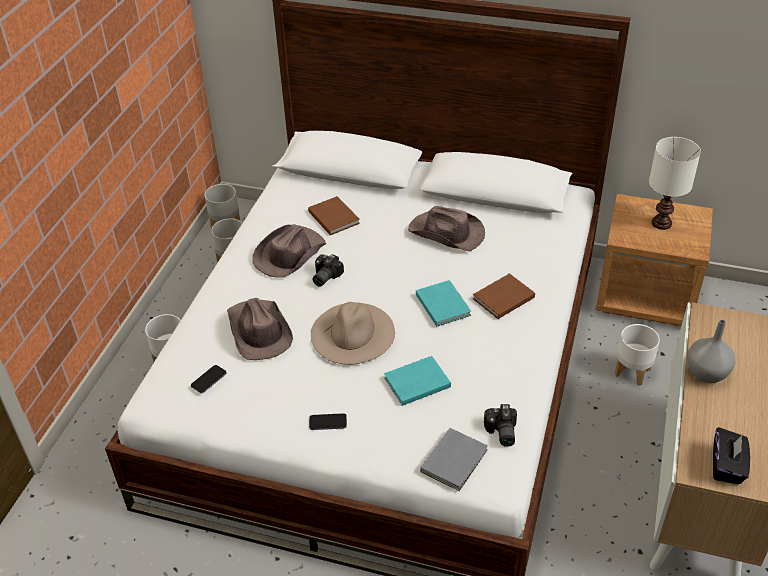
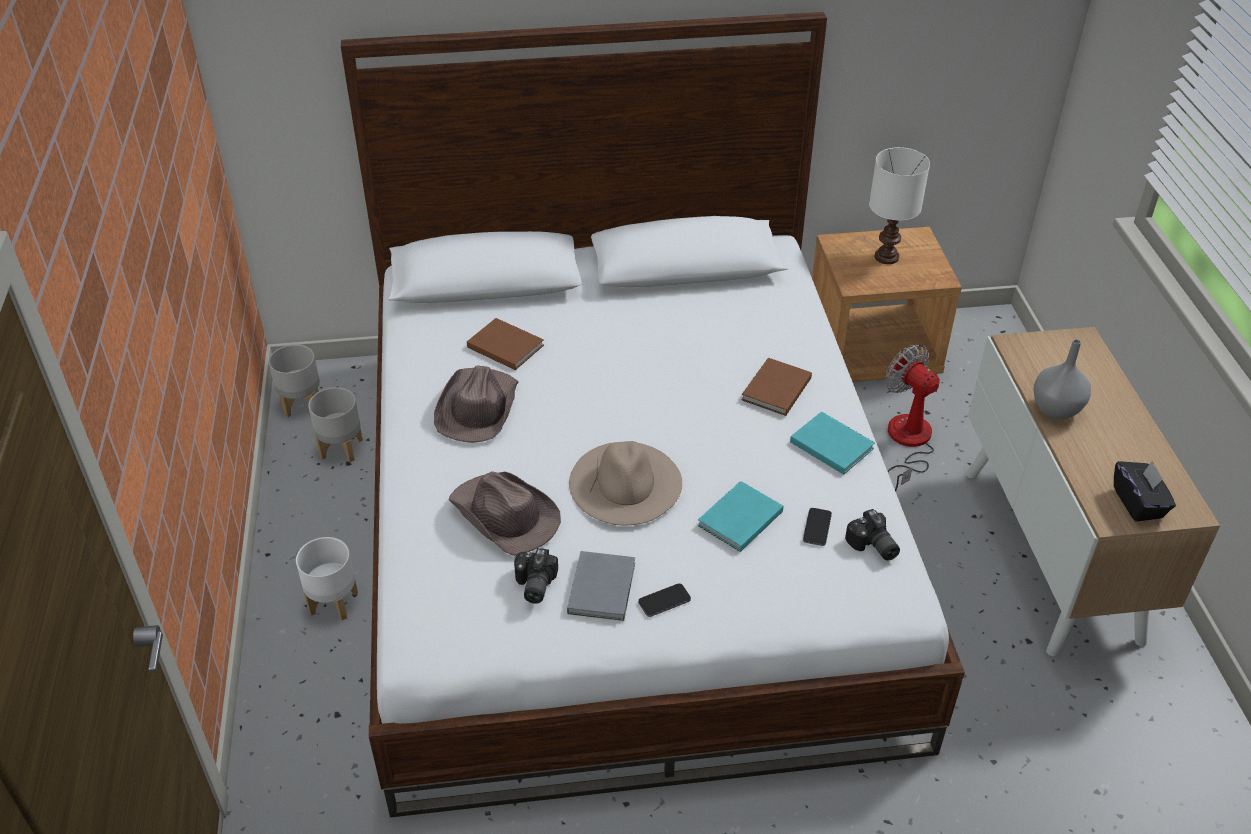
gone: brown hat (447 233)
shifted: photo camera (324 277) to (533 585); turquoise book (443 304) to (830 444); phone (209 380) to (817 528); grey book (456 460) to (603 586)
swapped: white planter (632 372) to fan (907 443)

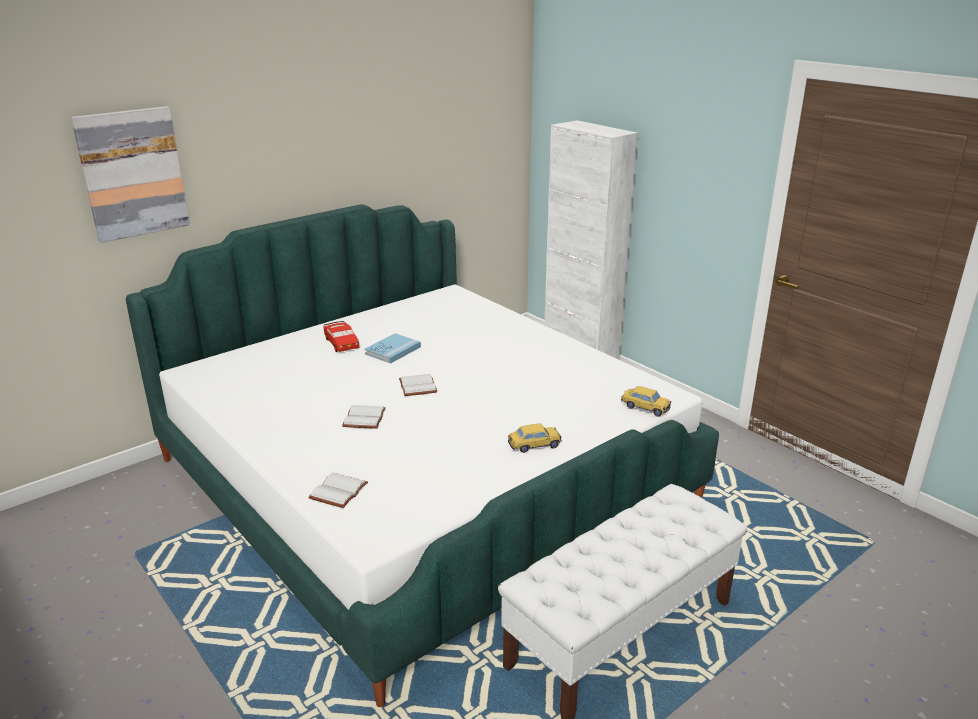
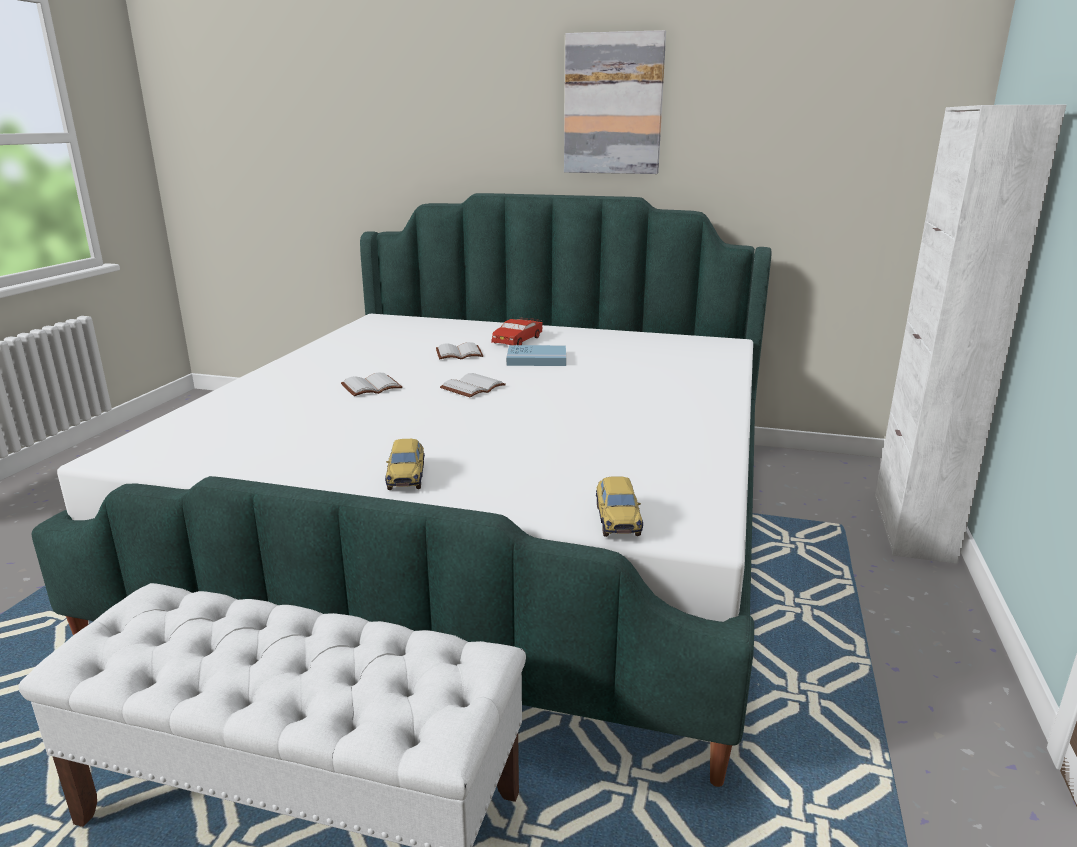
shifted: picture (132 173) to (613 104); white book (339 492) to (458 354)
rotated: toy car (534 445) = (406 476) 45 degrees clockwise

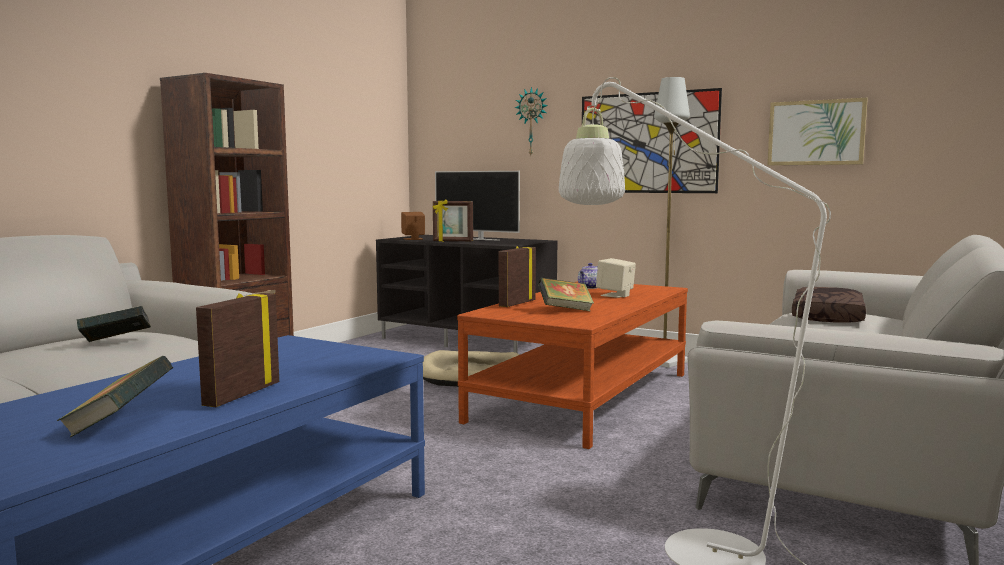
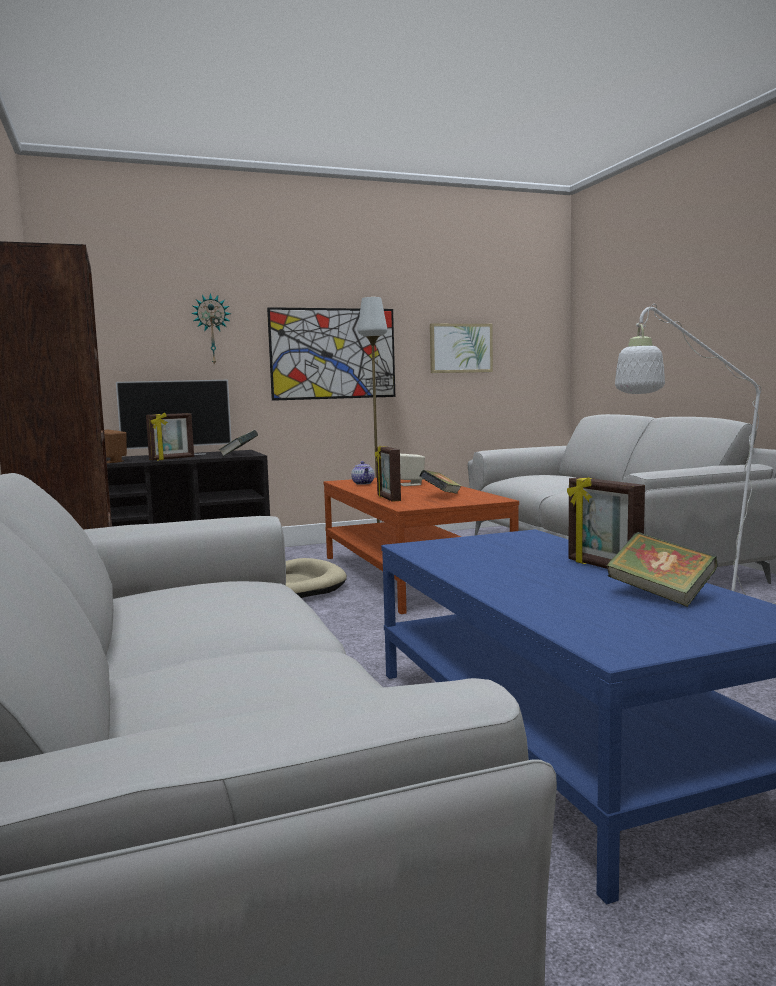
gone: brown pillow (829 317)
shifted: book (116 343) to (239 455)

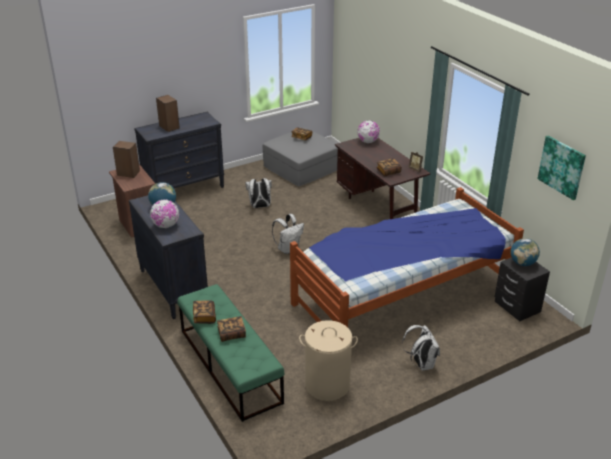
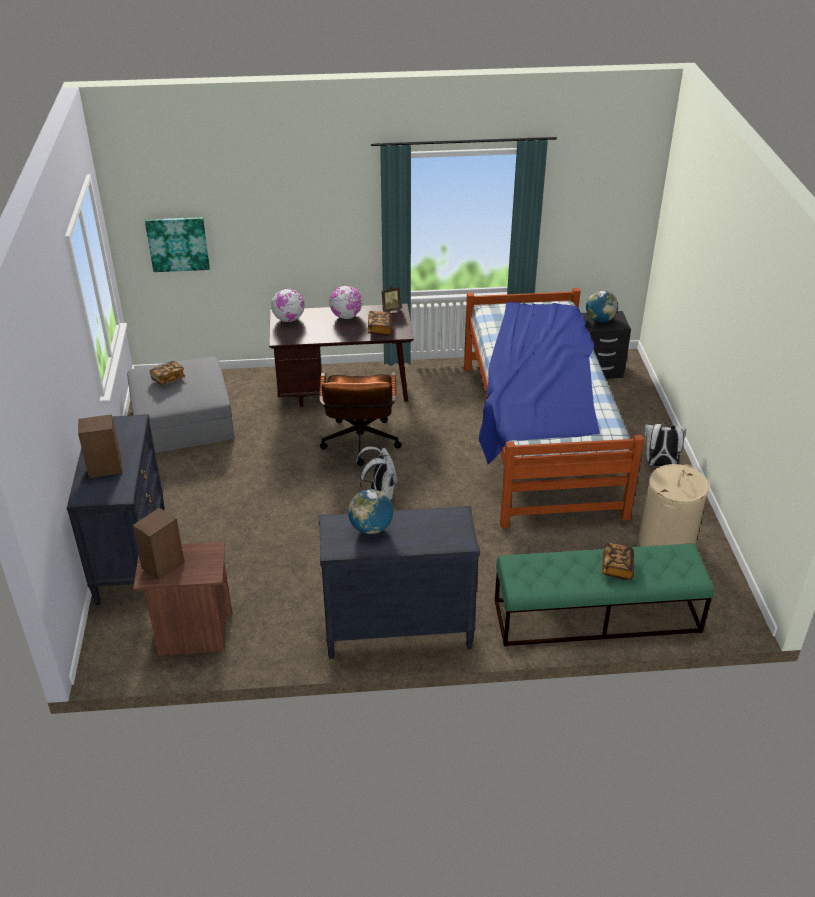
gone: white backpack (260 206); book (204 317)
new: brown office chair (360 446)
shifted: picture (562 167) to (178 244); globe (166 226) to (346 316)

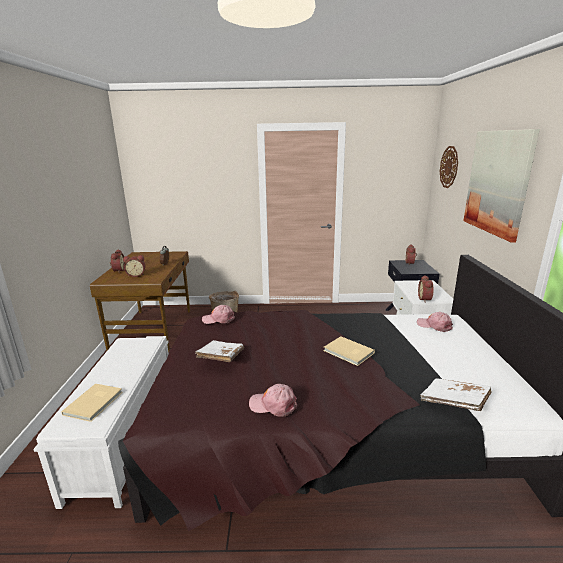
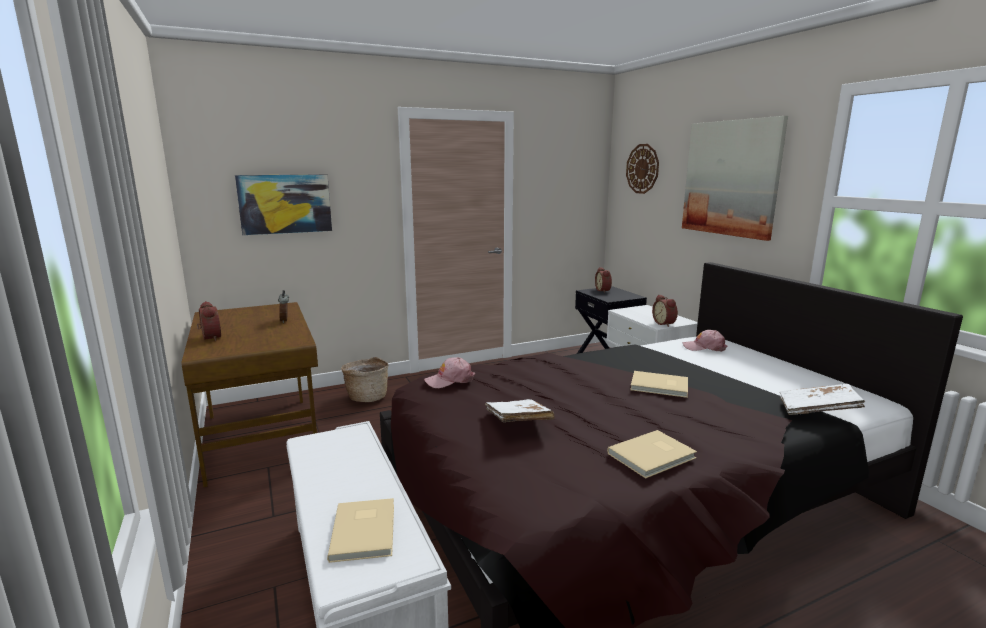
gone: alarm clock (136 275)
new: picture (285 204)
swapped: pink cap (273 405) to beige book (653 456)

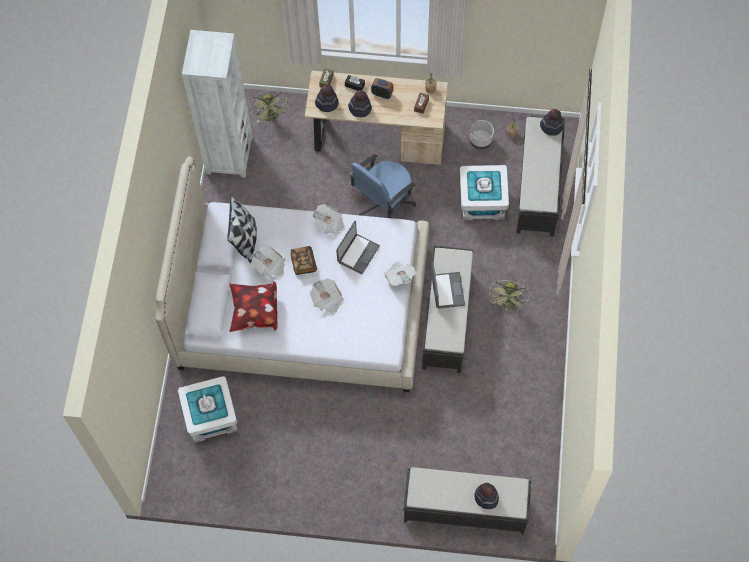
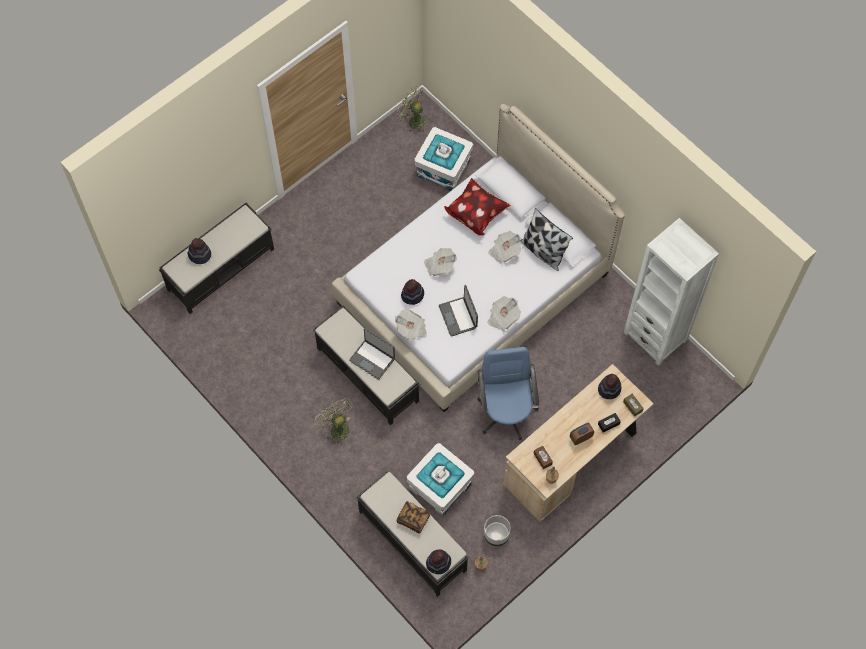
shifted: green fan (271 117) to (412 120); hat (360 108) to (412 295); book (303 263) to (413 519)

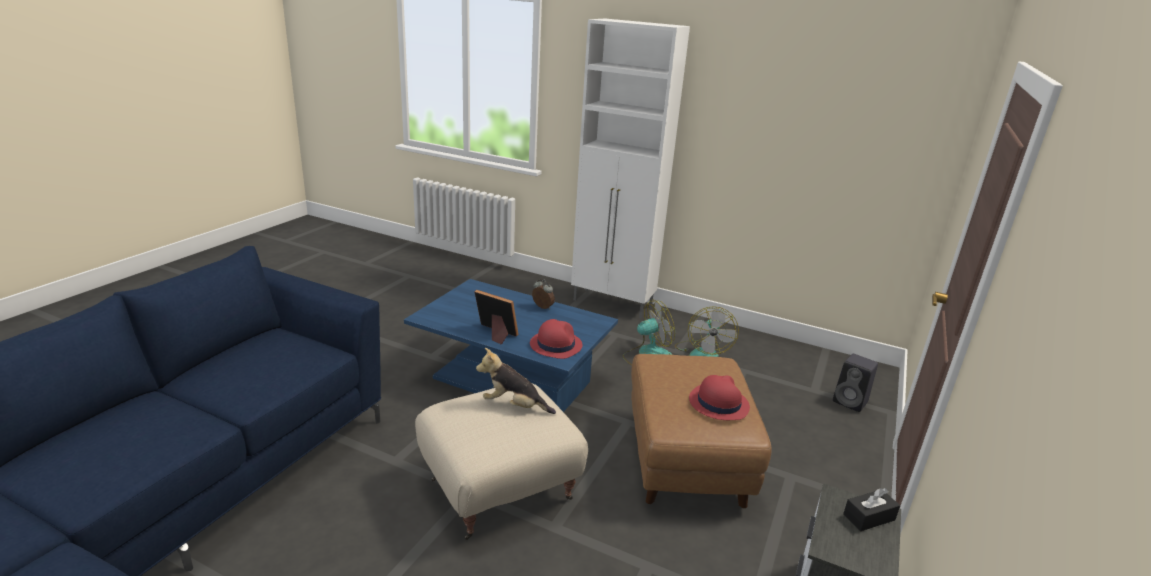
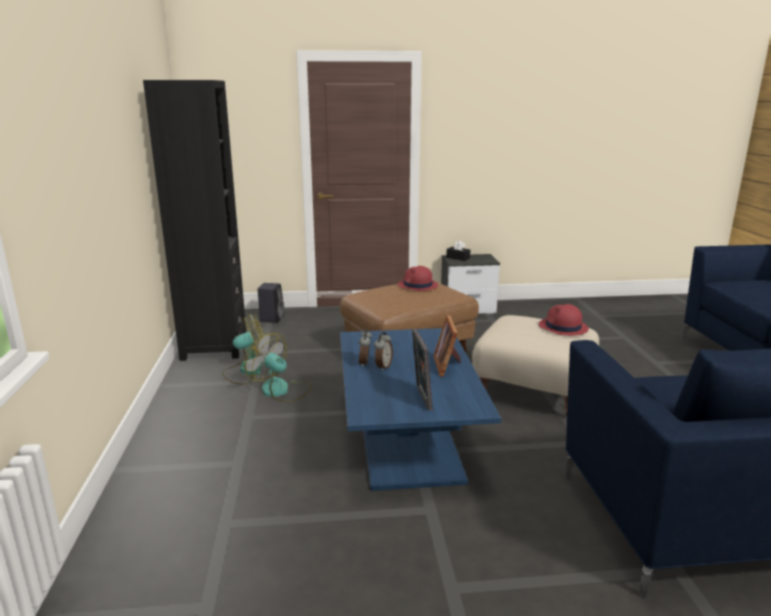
gone: white cabinet (613 304); plush toy (514 406)
new: black bookcase (214 345); picture frame (421 398); alarm clock (383 367)
shifted: red hat (555 345) to (563 327)

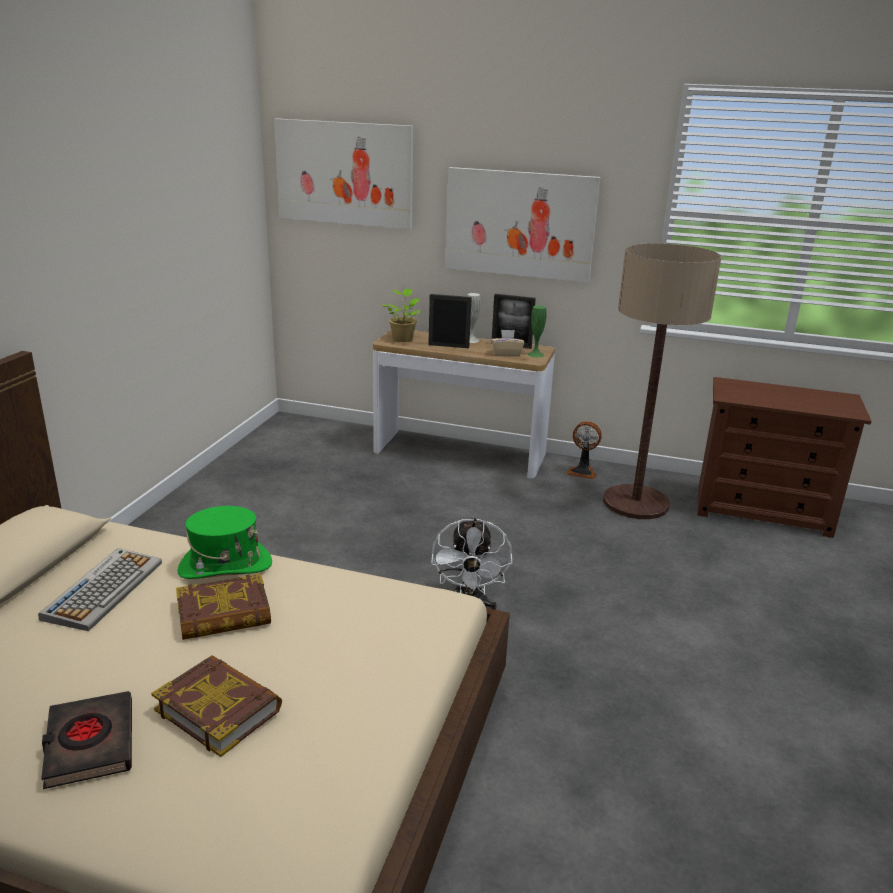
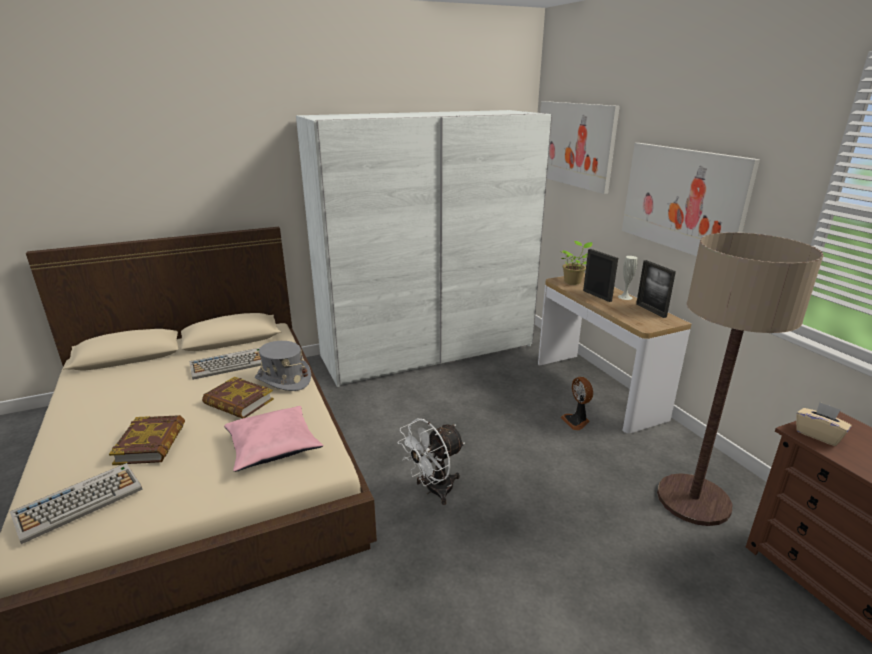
gone: green vase (535 354); black book (89 744)
new: white wardrobe (428 350); pink pillow (273 446); keyboard (80 501)
shifted: beige tissue box (506 354) to (818 435); fan (582 472) to (576 421)
repainted: green hat (225 566) to grey hat (283 380)

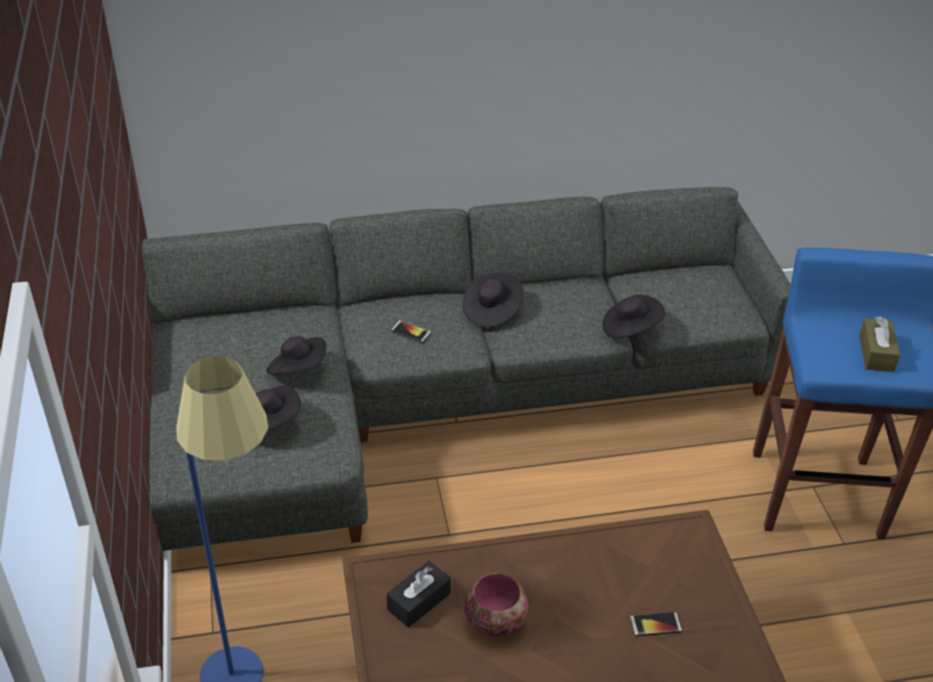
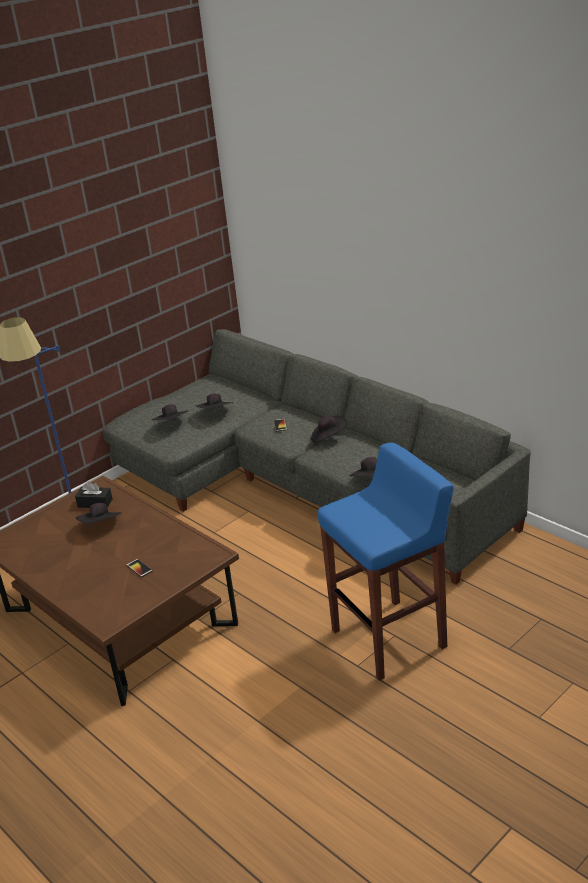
gone: brown tissue box (876 353)
swapped: bowl (495 620) to black hat (101 526)

